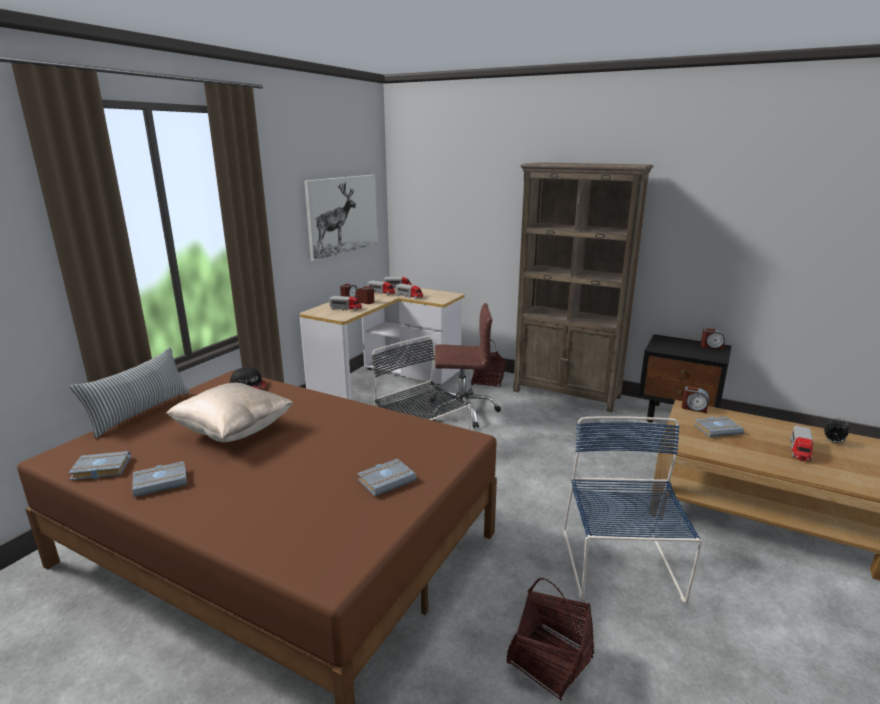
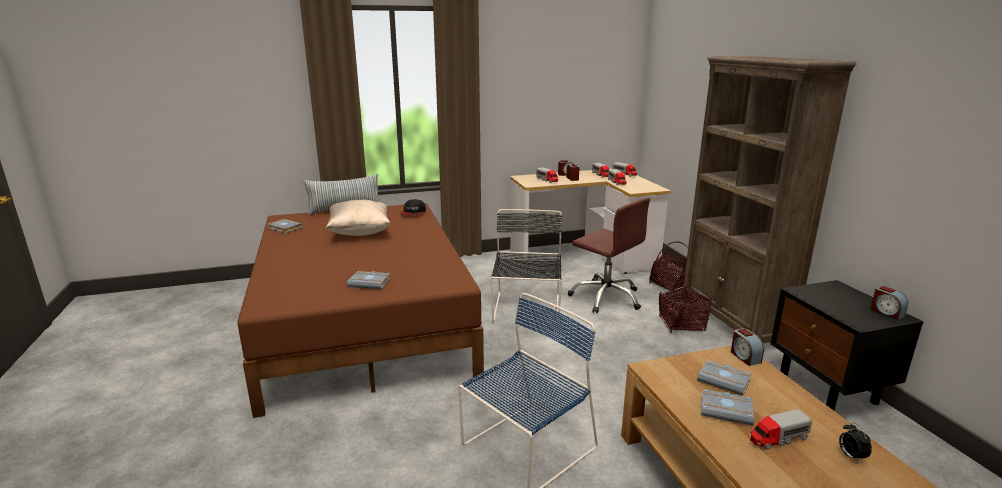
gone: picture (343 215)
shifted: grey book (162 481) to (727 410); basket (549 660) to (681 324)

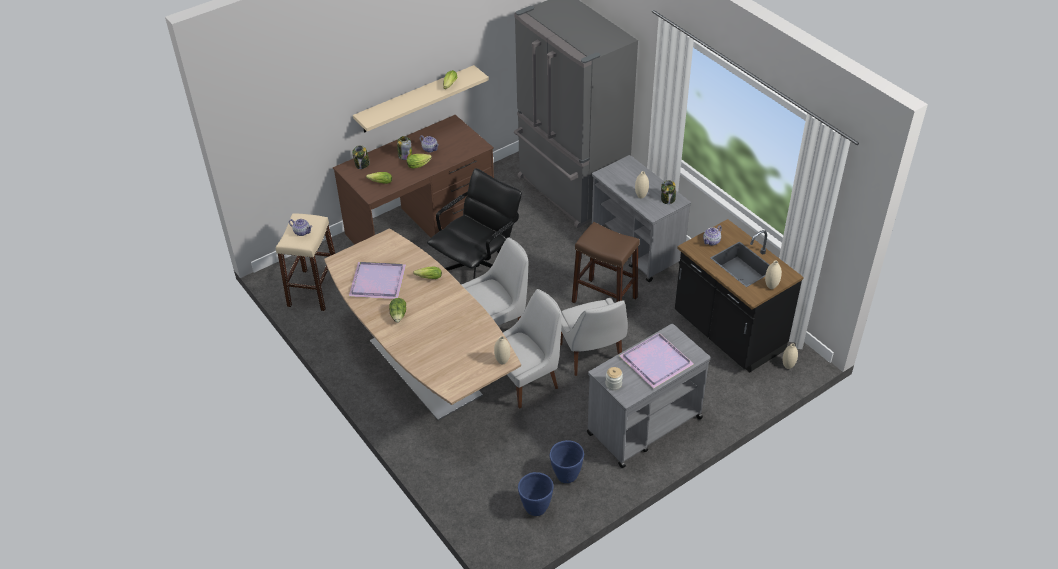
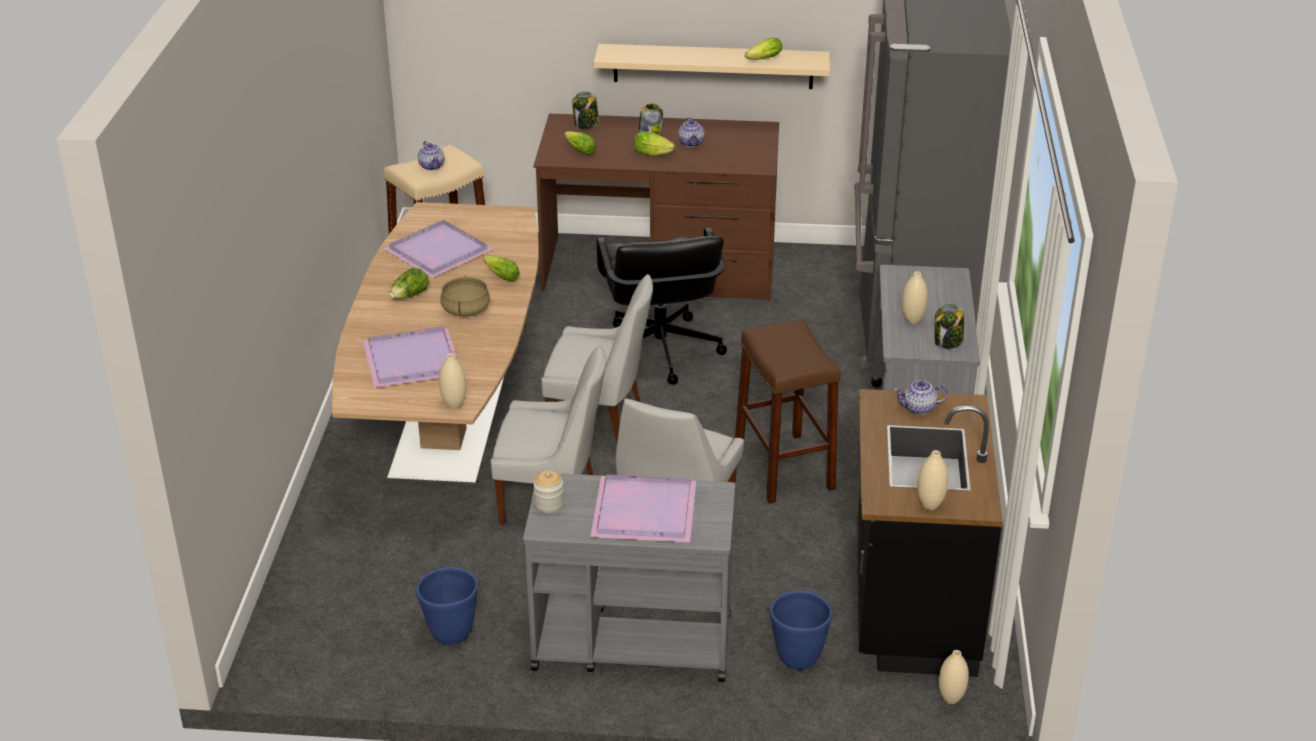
new: beige cooking pot (465 310); purple tray (414 361)
shifted: blue planter (535 508) to (797 658)
rotated: black office chair (478 271) = (659 351) 90 degrees clockwise

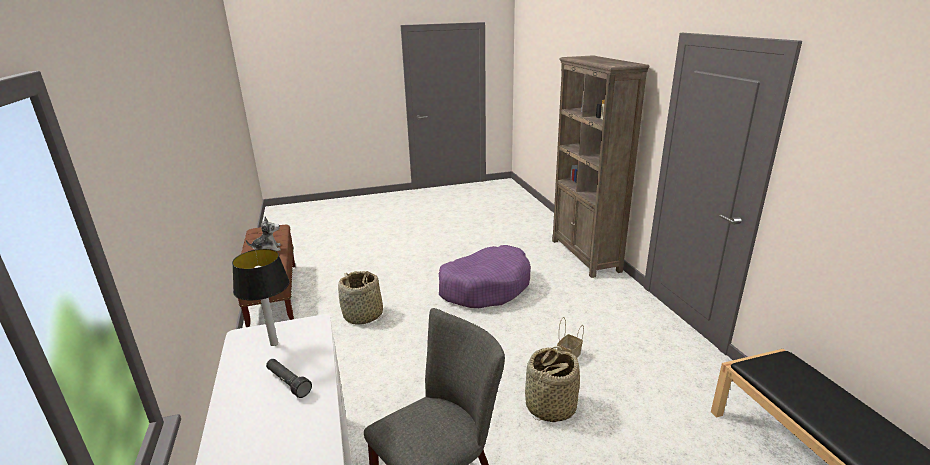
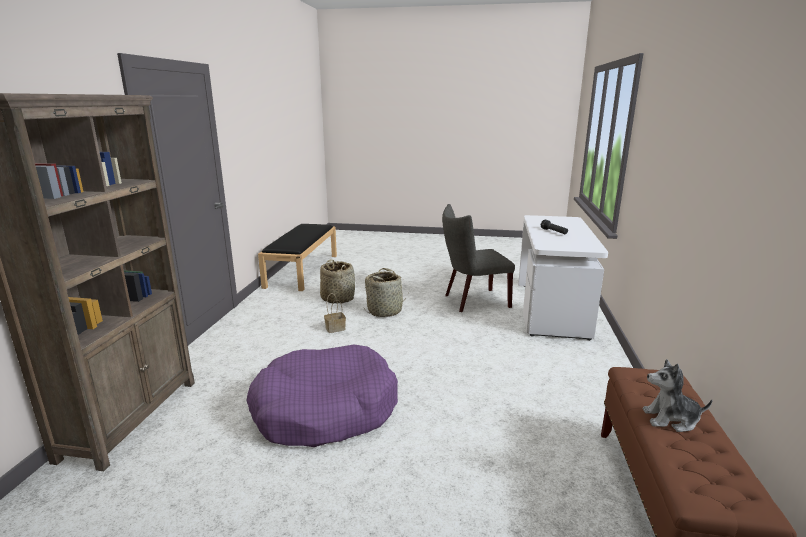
gone: table lamp (274 344)
shifted: basket (363 315) to (338 298)

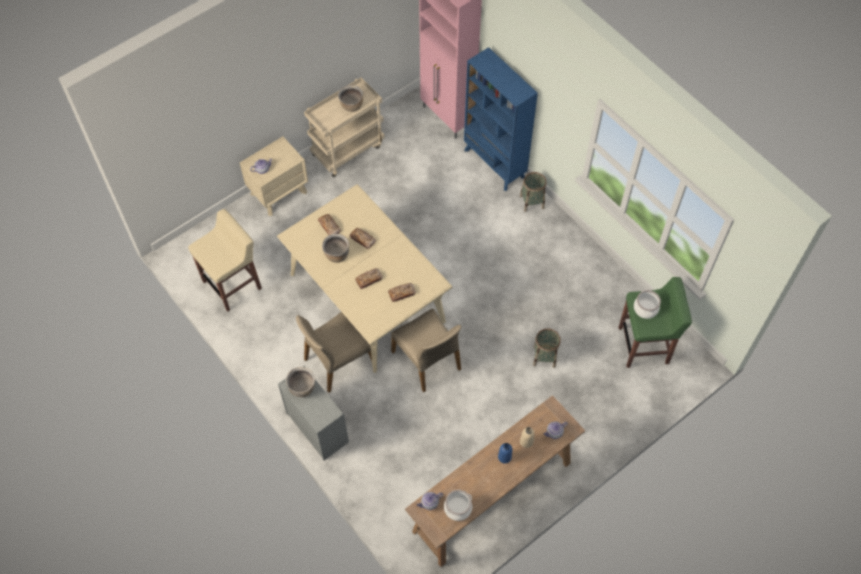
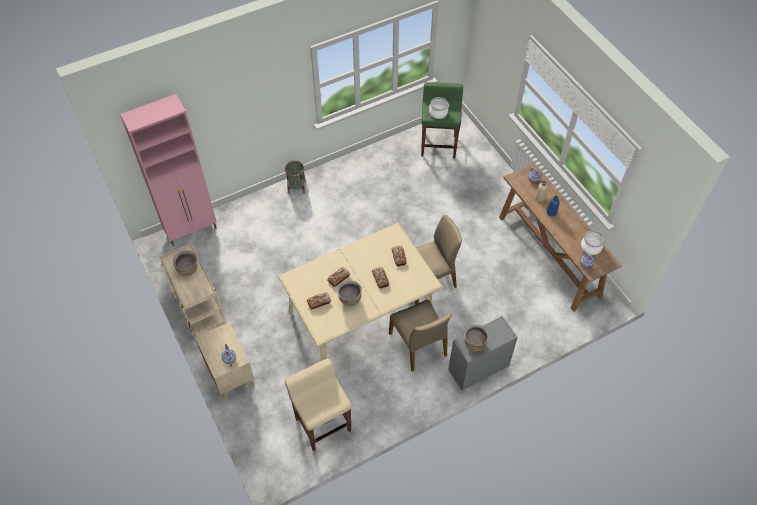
gone: blue bookcase (494 164); basket (544 357)

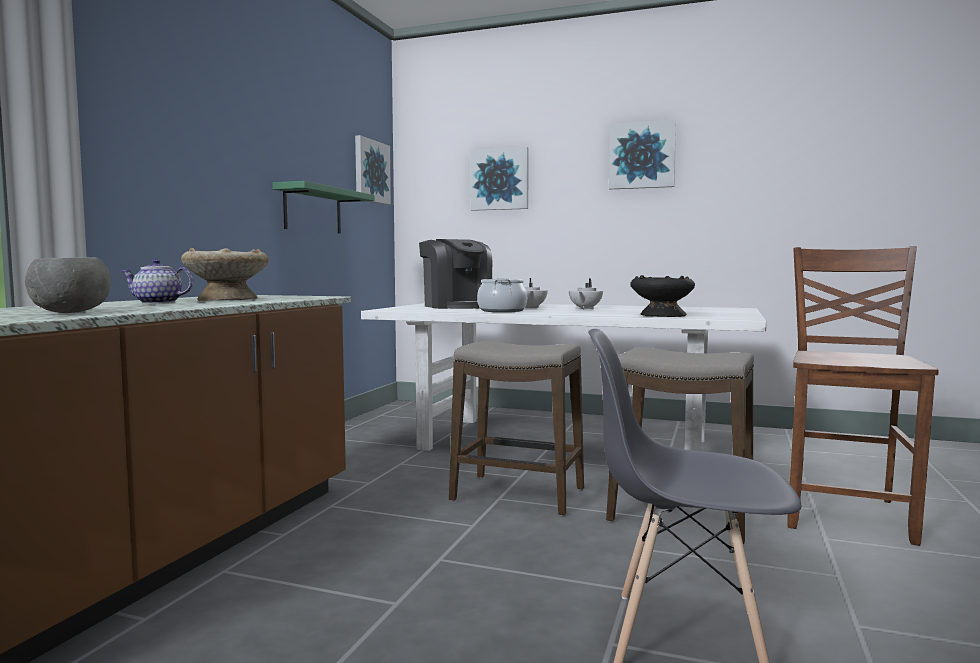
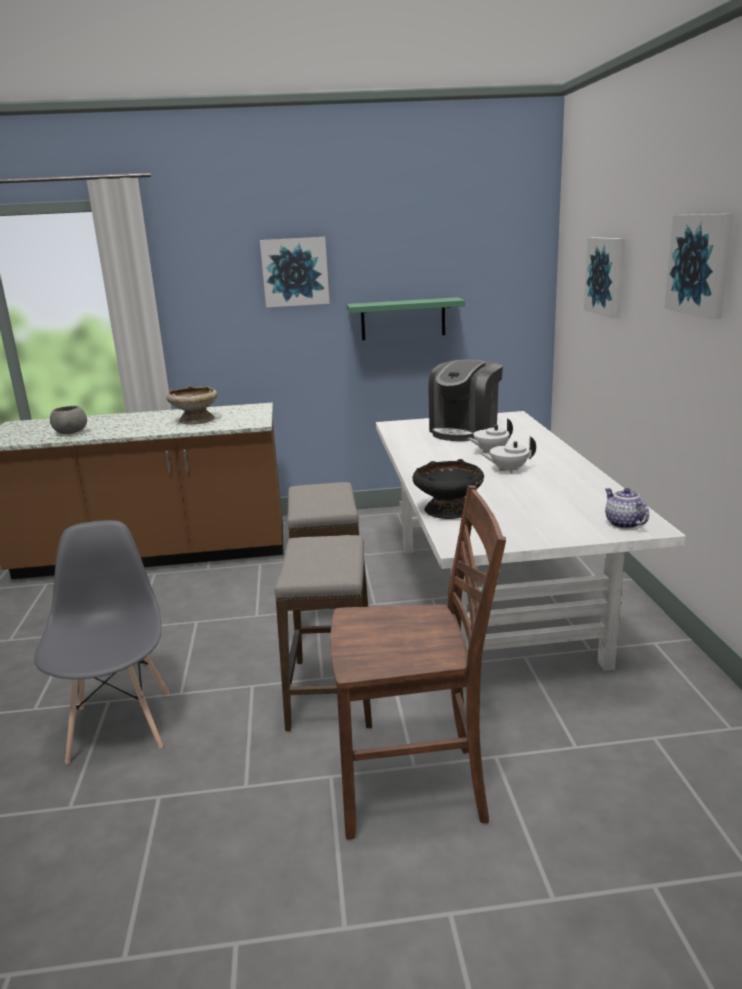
gone: cooking pot (502 311)
shifted: picture (371 171) to (295 272); teapot (157 303) to (623 523)

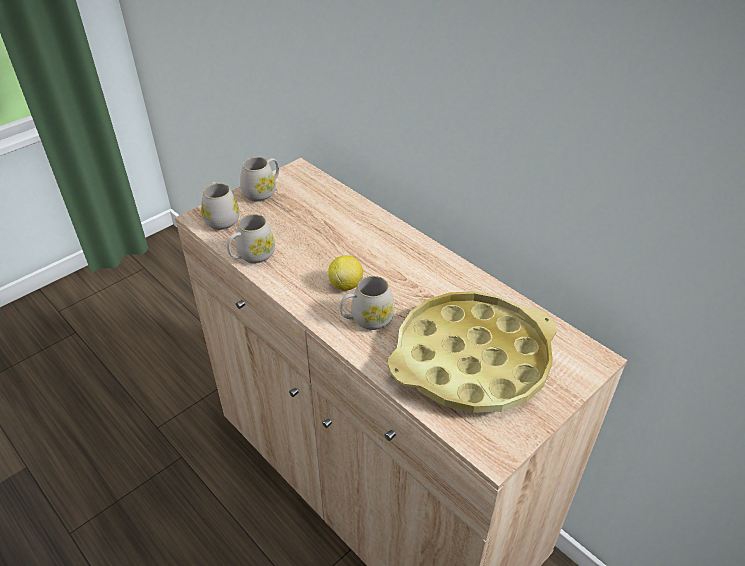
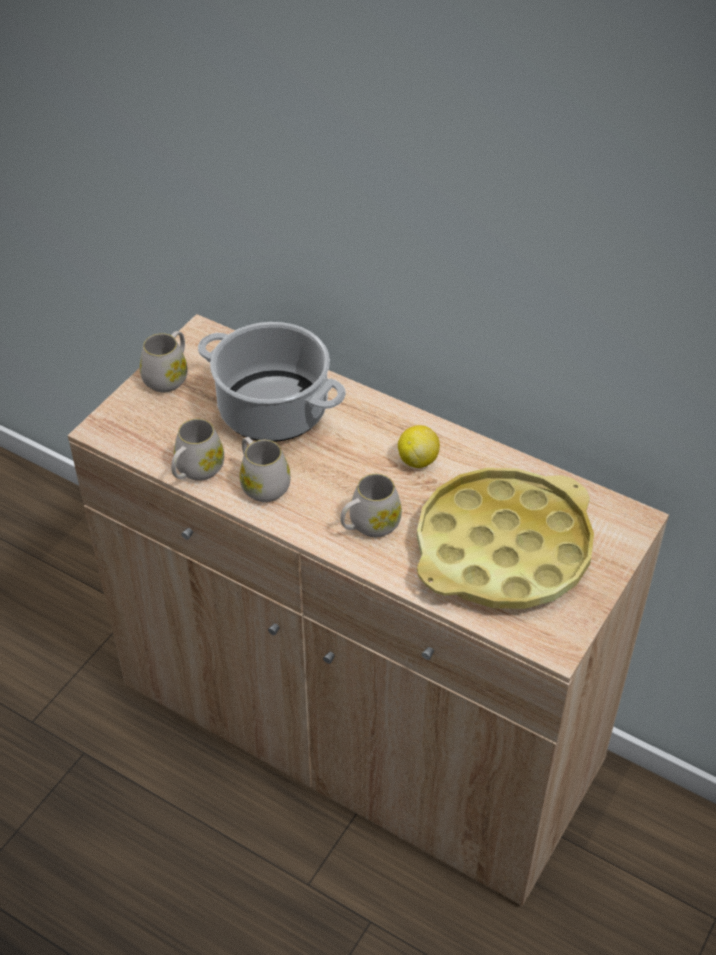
new: cooking pot (271 410)
shifted: white mug (221 218) to (262 484); lemon (346 285) to (417 460)

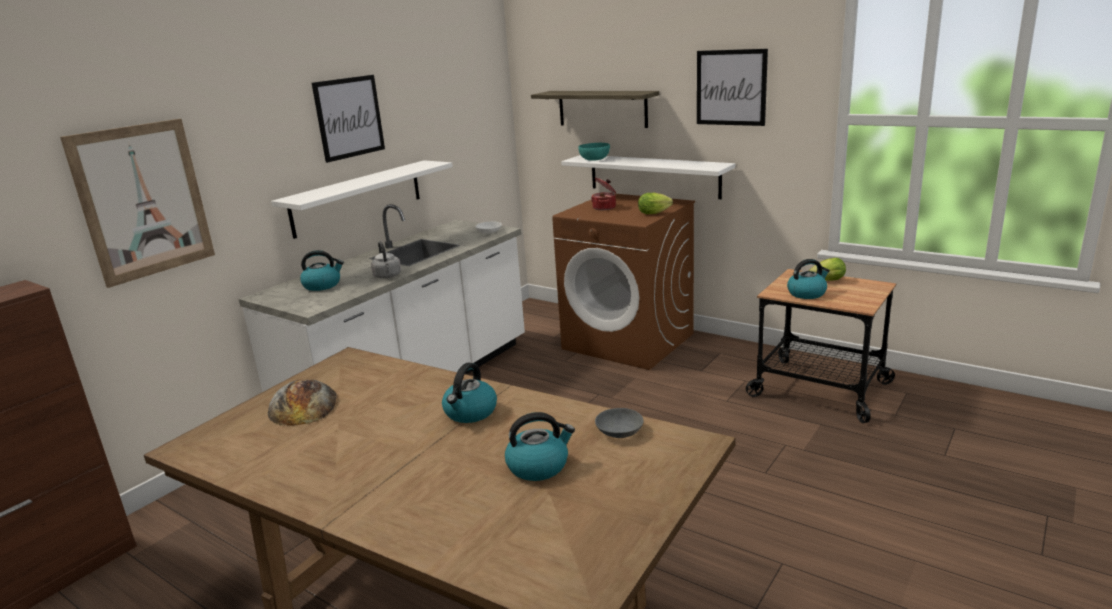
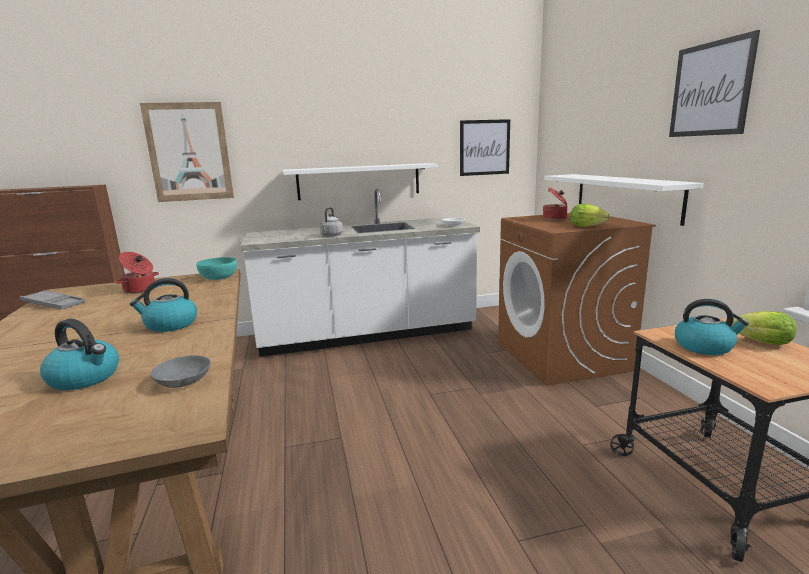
gone: shelf (602 108); kettle (323 285)
new: grey tray (54 304)
shifted: picture (349 117) to (484 147); turquoise bowl (594 159) to (218 278)
swapped: bread (303 405) to cooking pot (140 290)

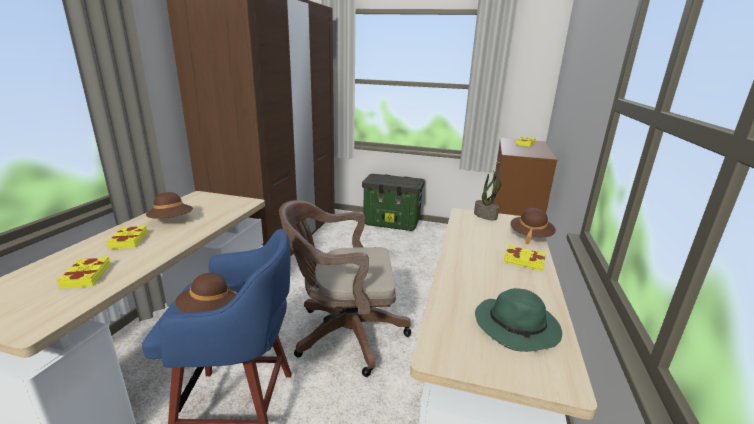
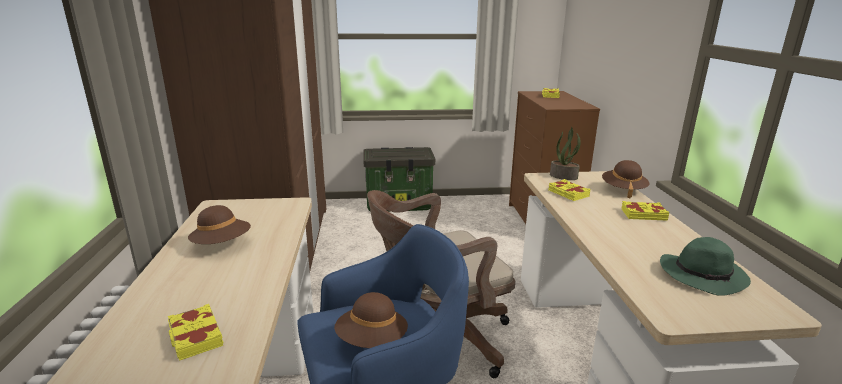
shifted: yellow book (128 240) to (568 193)

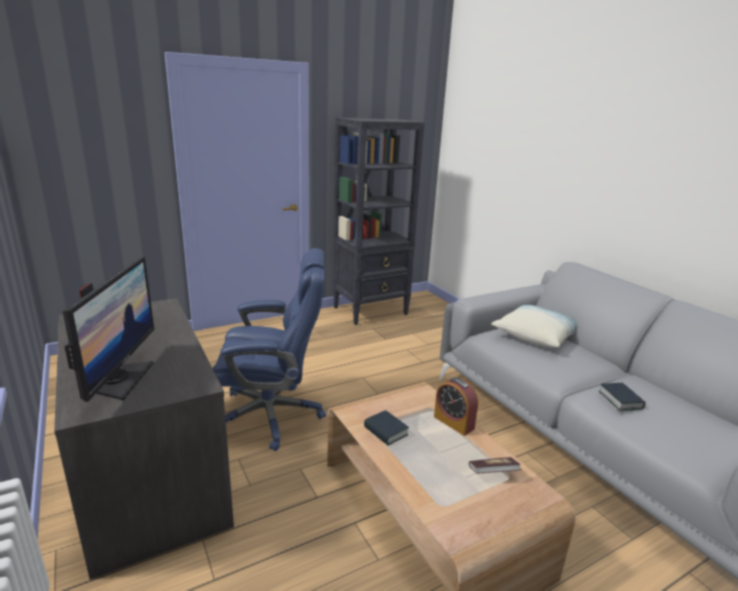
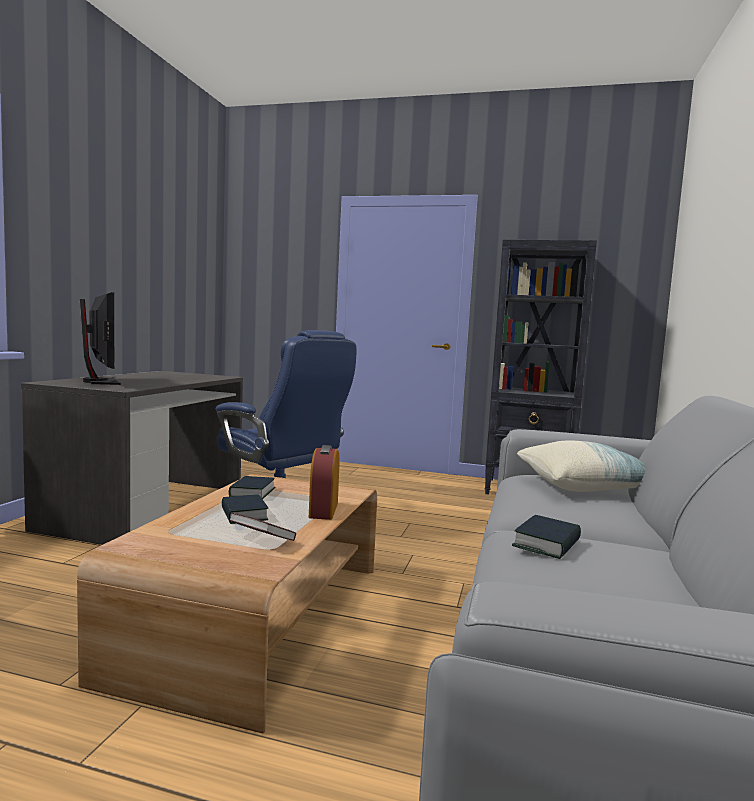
new: book (244 515)
rotated: monitor (121 379) = (101 381) 75 degrees counterclockwise

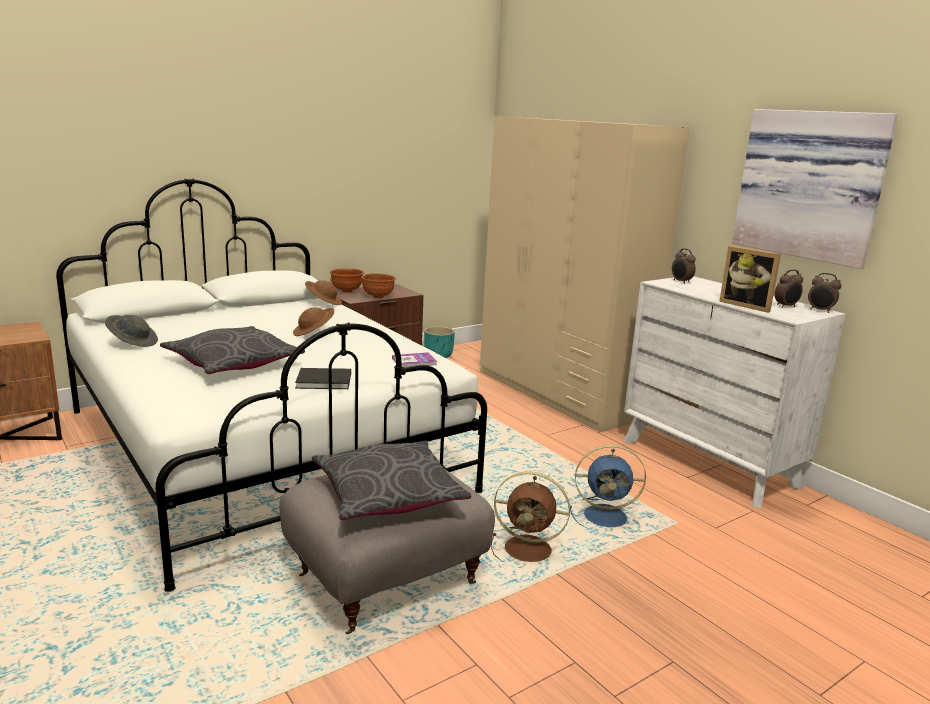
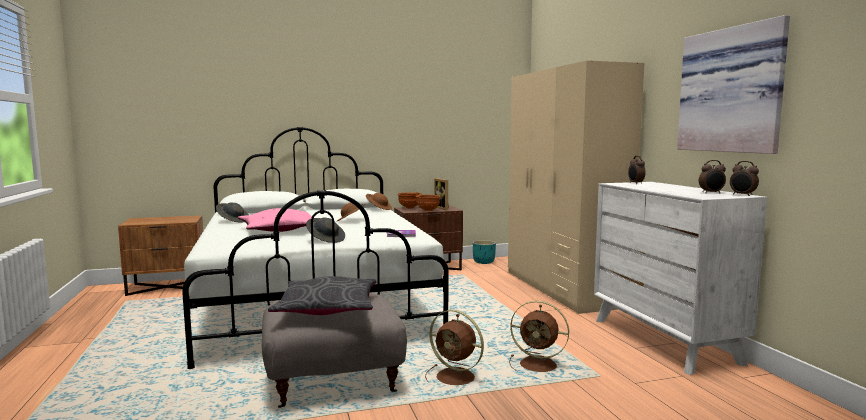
shifted: picture frame (747 305) to (443 208)
swapped: black book (326 381) to grey hat (326 240)
repainted: grey pillow (233 363) to pink pillow (279 230); blue fan (607 517) to brown fan (540 365)

